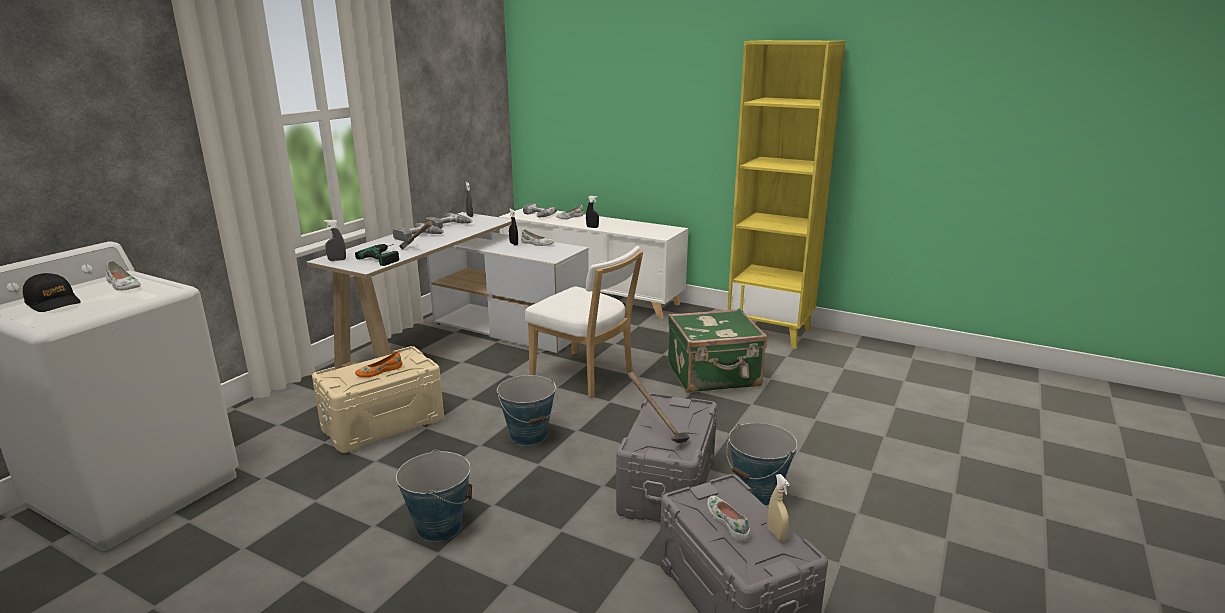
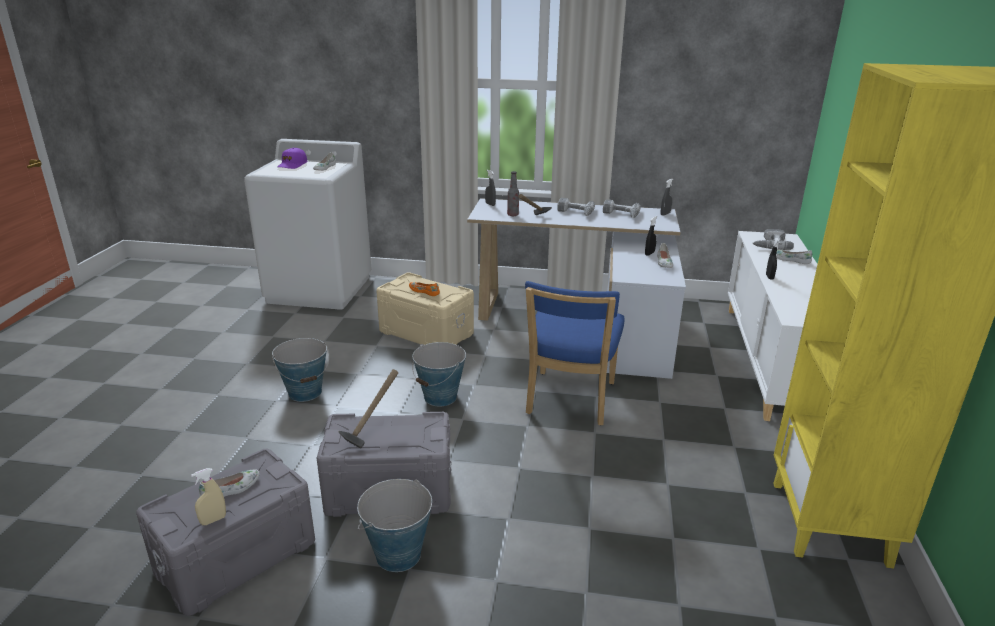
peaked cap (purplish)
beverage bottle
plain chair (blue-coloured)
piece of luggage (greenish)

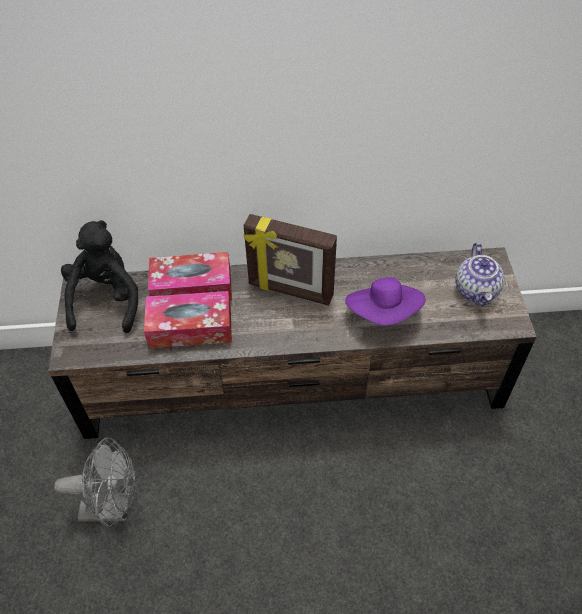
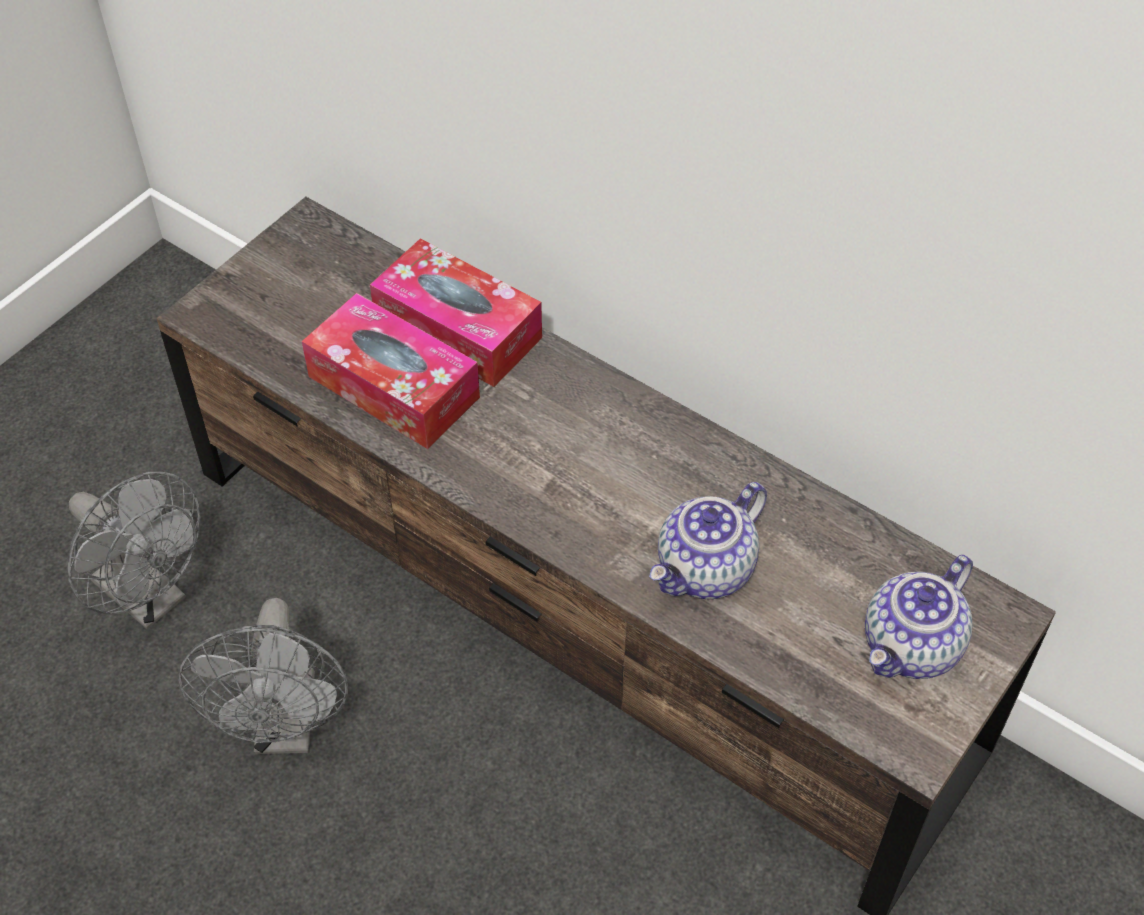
cooling fan (gray) (2nd from left)
teapot (1st from left)
cuddly toy (black-coloured)
photo frame

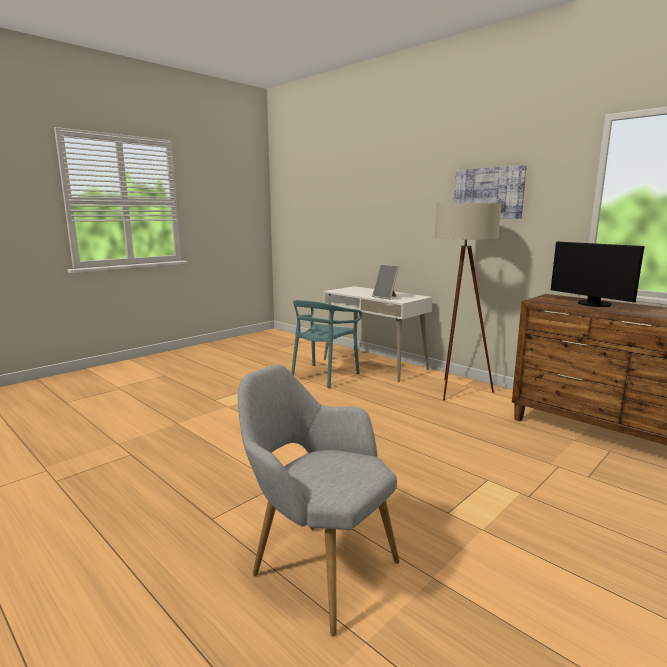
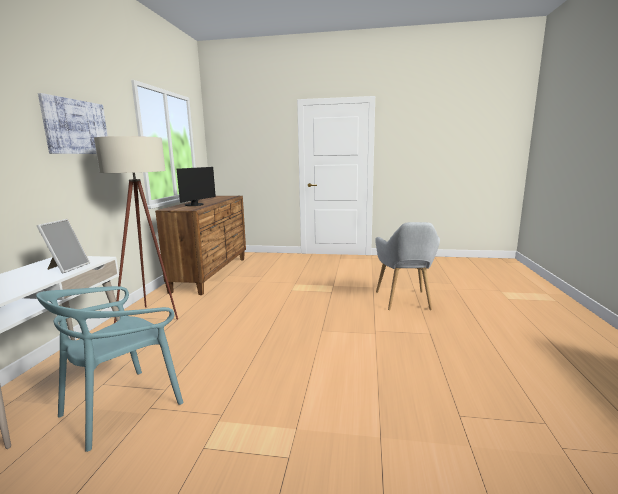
plain chair (blue-green)

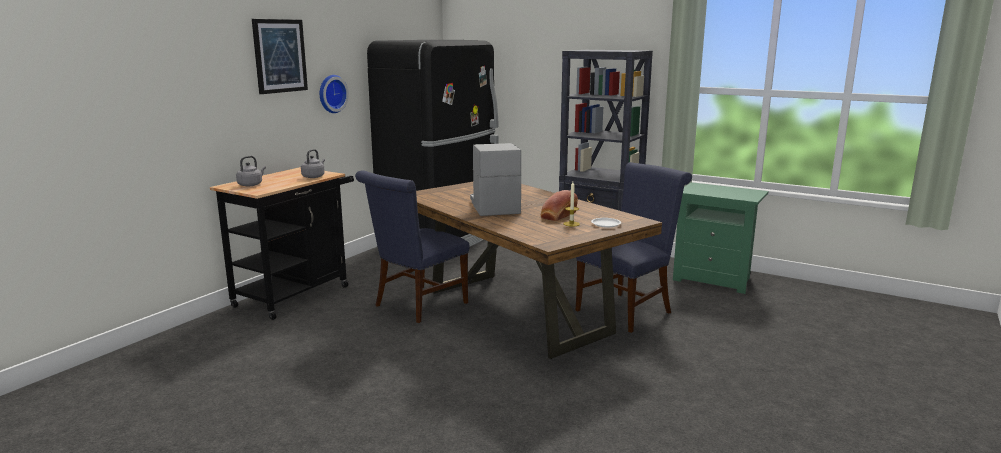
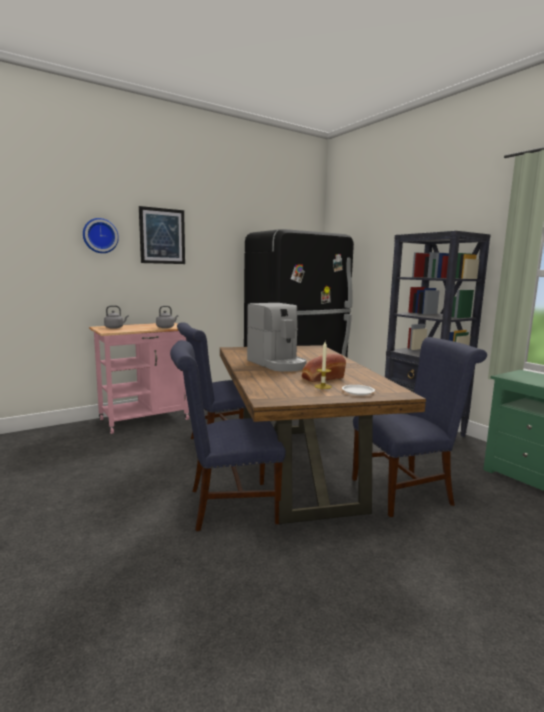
hanging clock
wheeled cart (pinkish)
plain chair (blue-coloured) (2nd from left)
coffee brewer

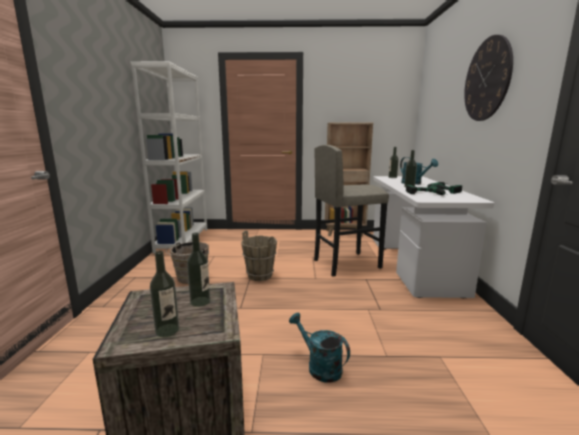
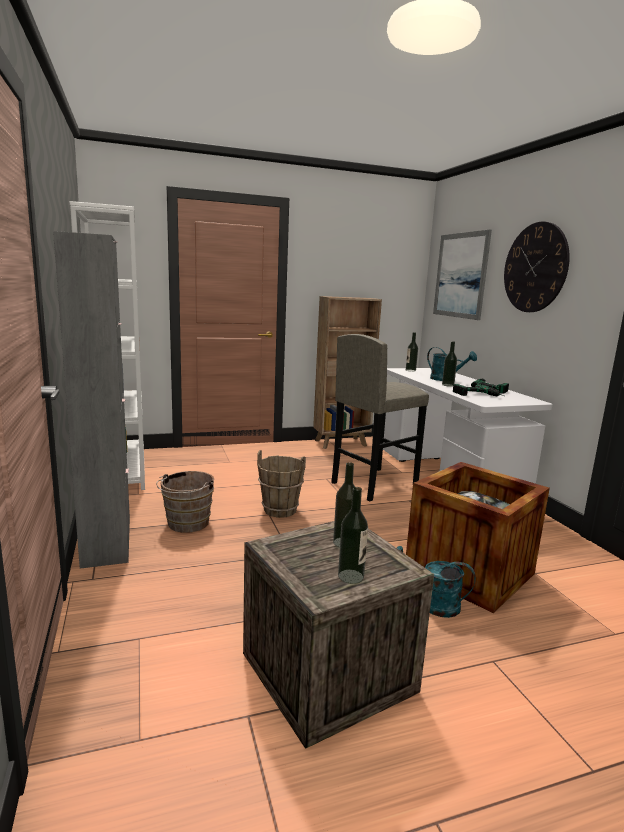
storage cabinet (gray)
crate (2nd from left)
picture

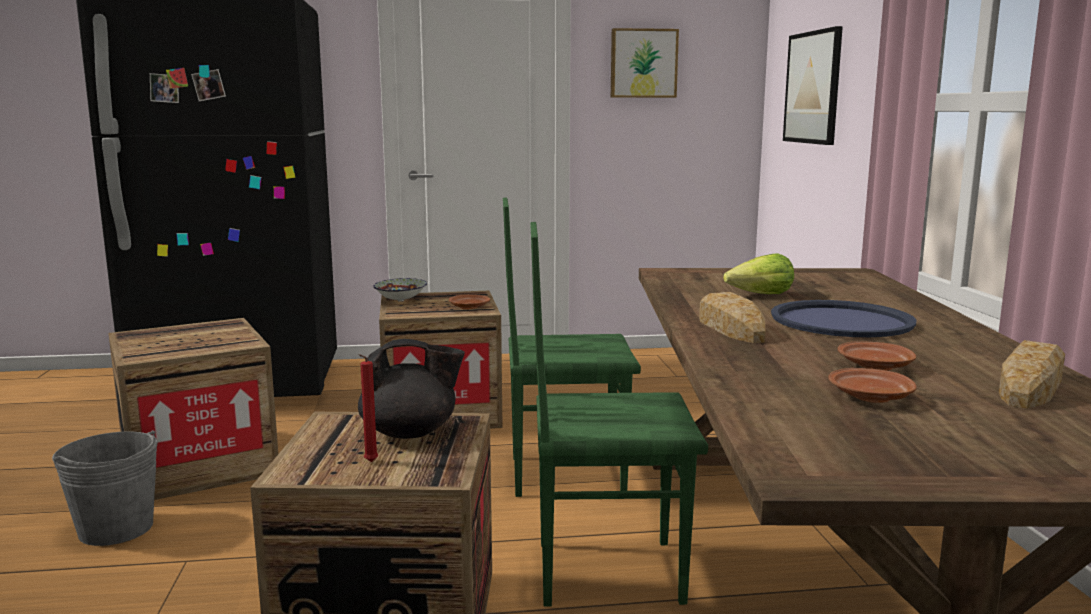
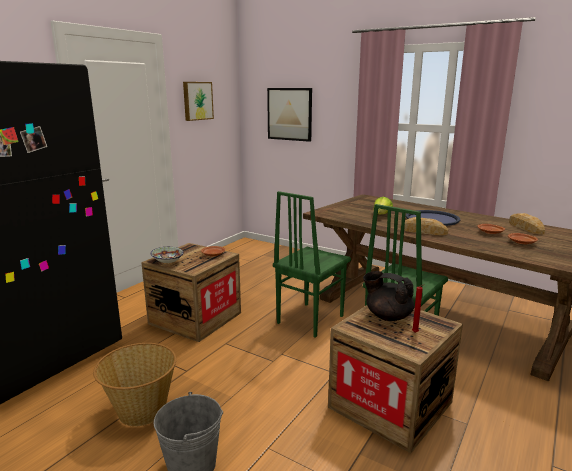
basket
teapot (black-coloured)

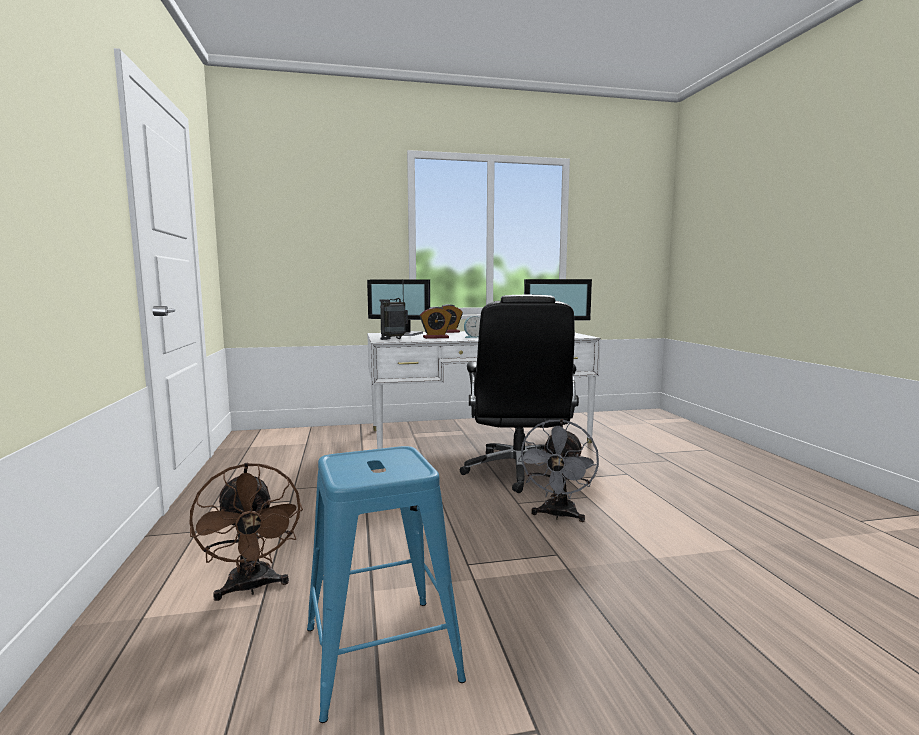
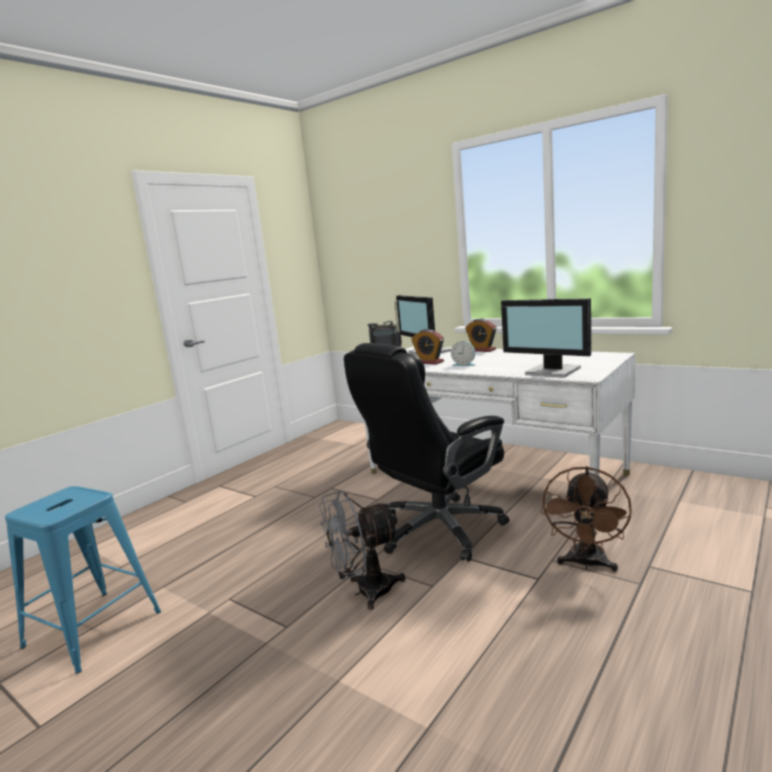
cooling fan (brown)

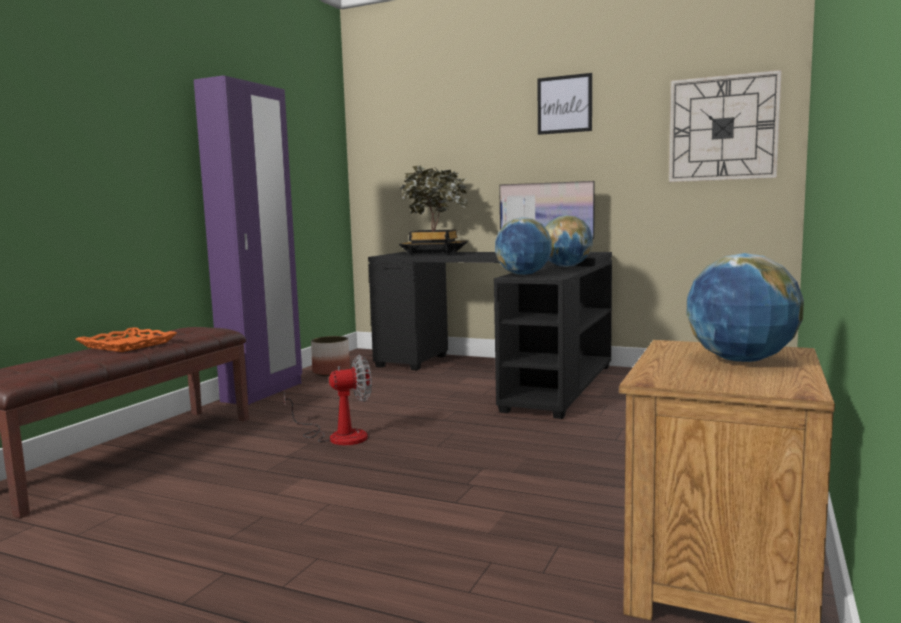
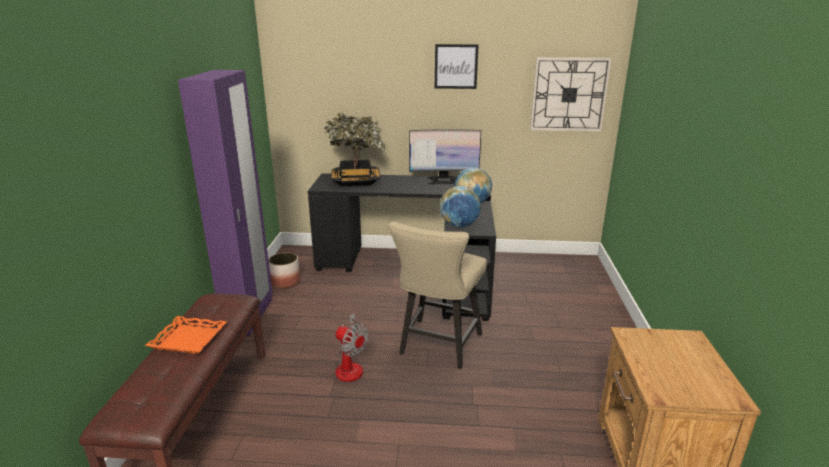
cooling fan
plain chair (sand-coloured)
globe (3rd from left in the first image)

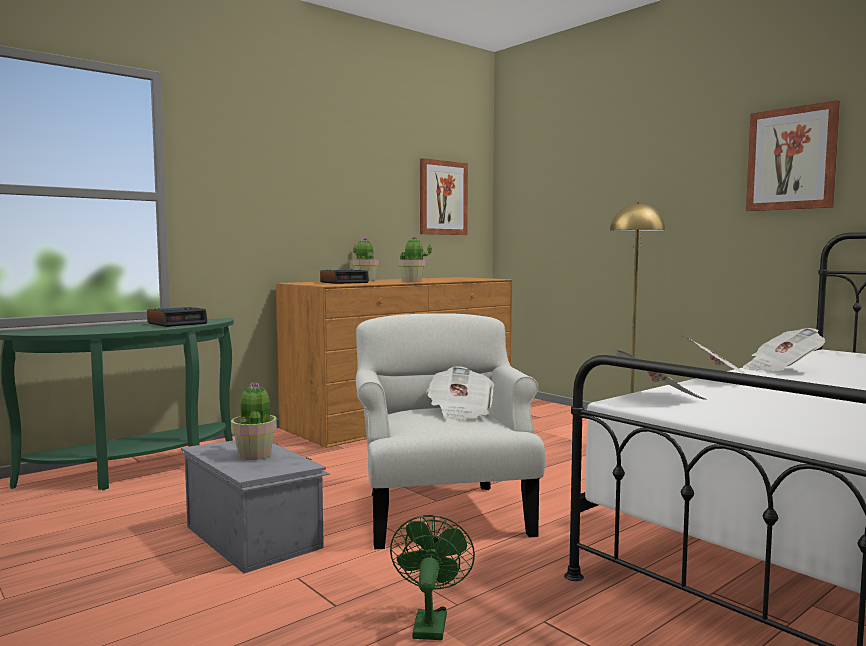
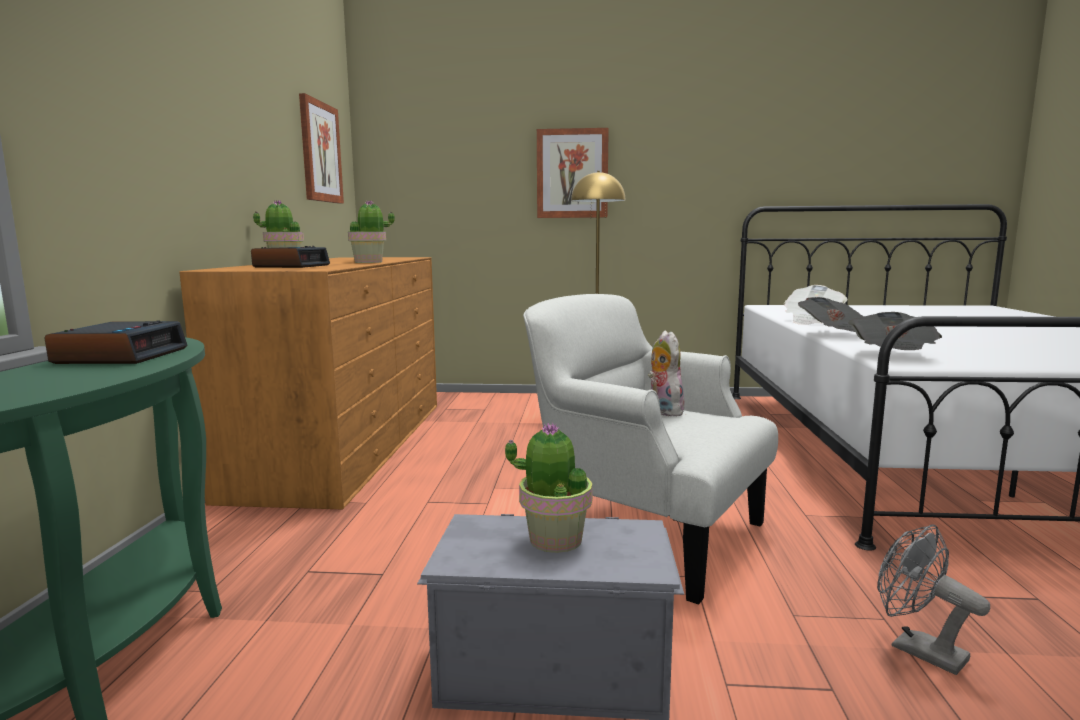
picture (2nd from left)
cuddly toy
cooling fan (gray)

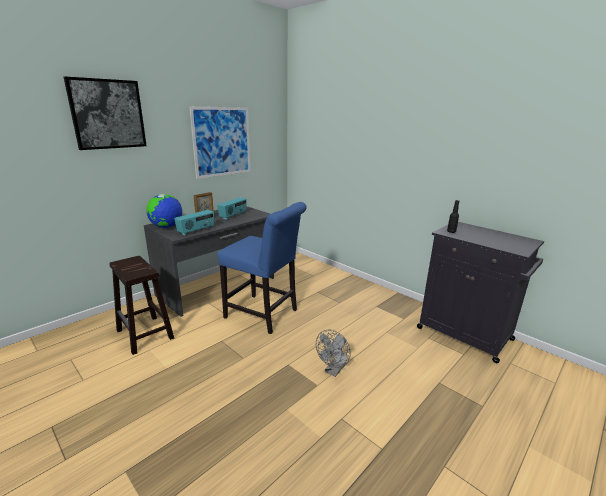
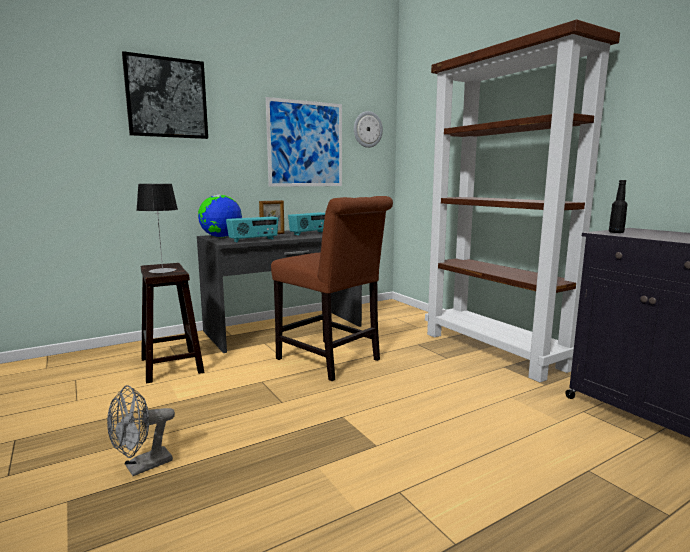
cooling fan (gray)
table lamp
plain chair (brown)
hanging clock
bookcase (brown)

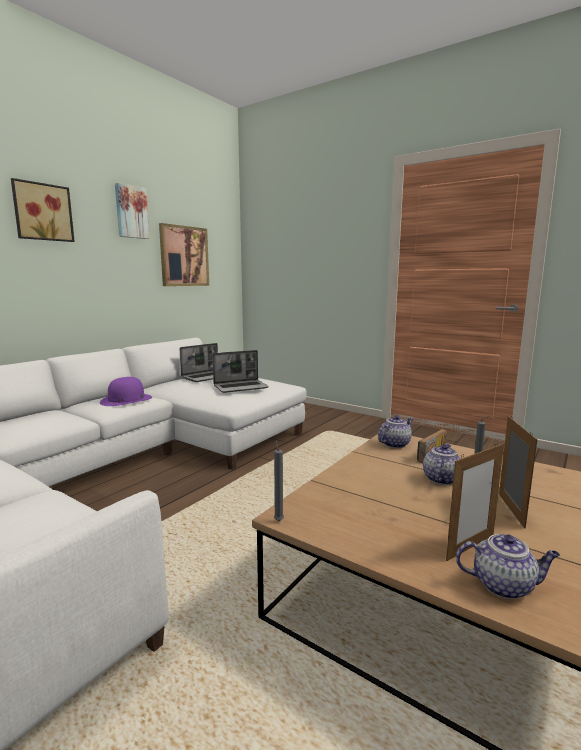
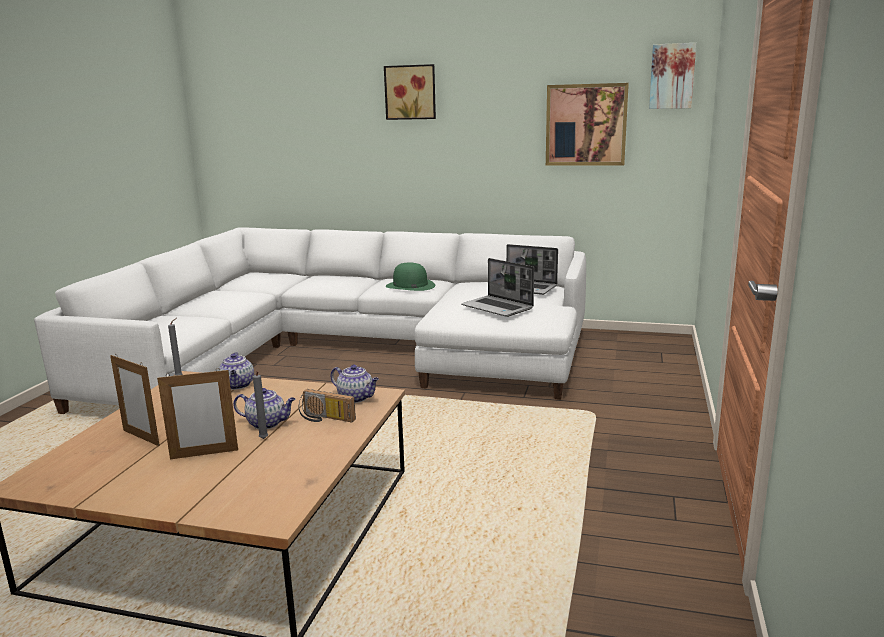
teapot (1st from left)
clothing hat (greenish)
picture (3rd from left)

